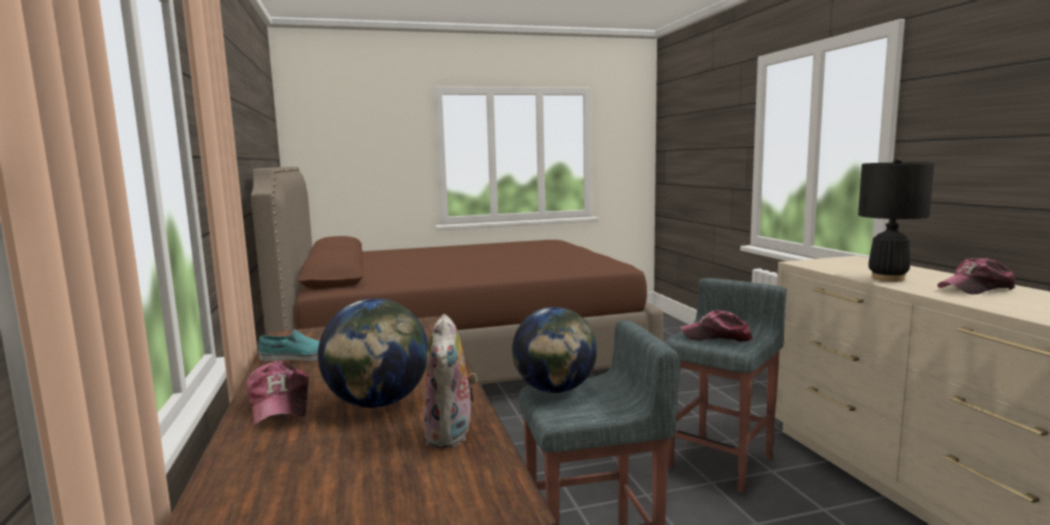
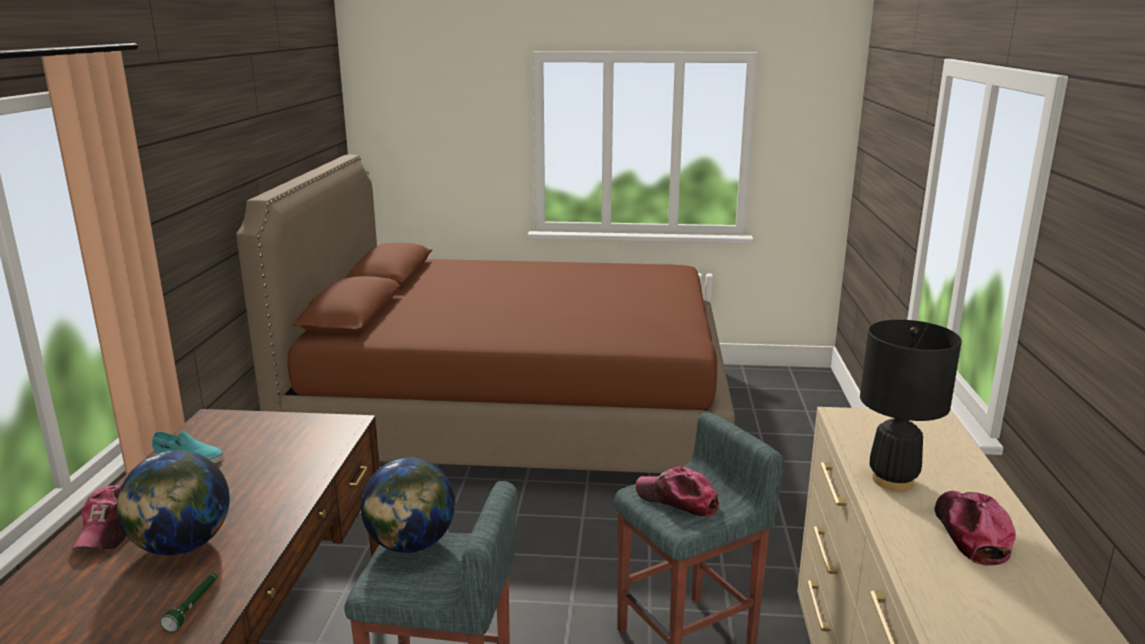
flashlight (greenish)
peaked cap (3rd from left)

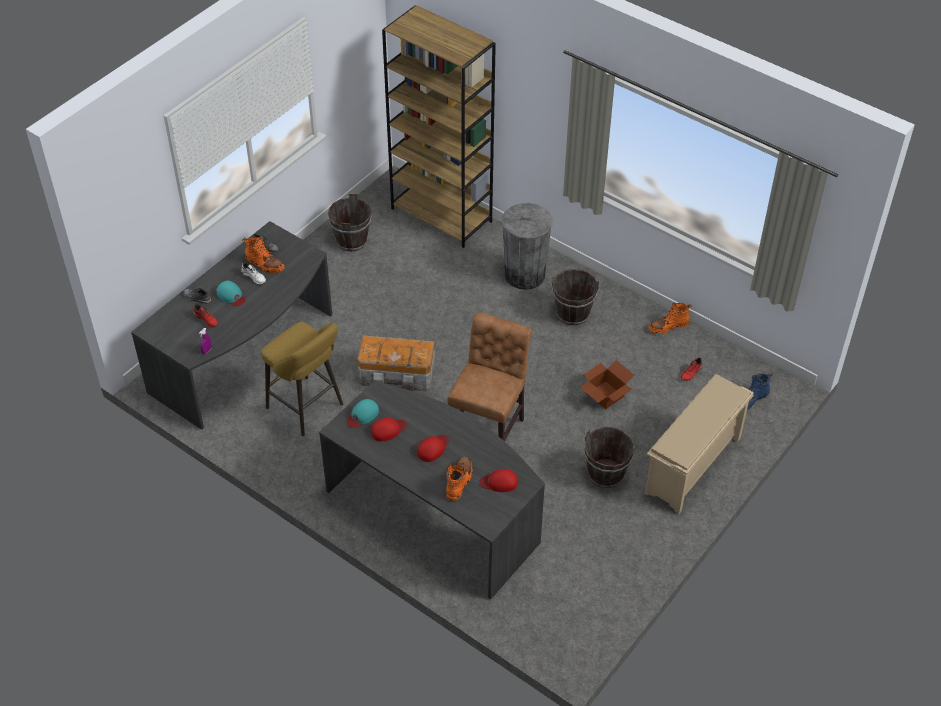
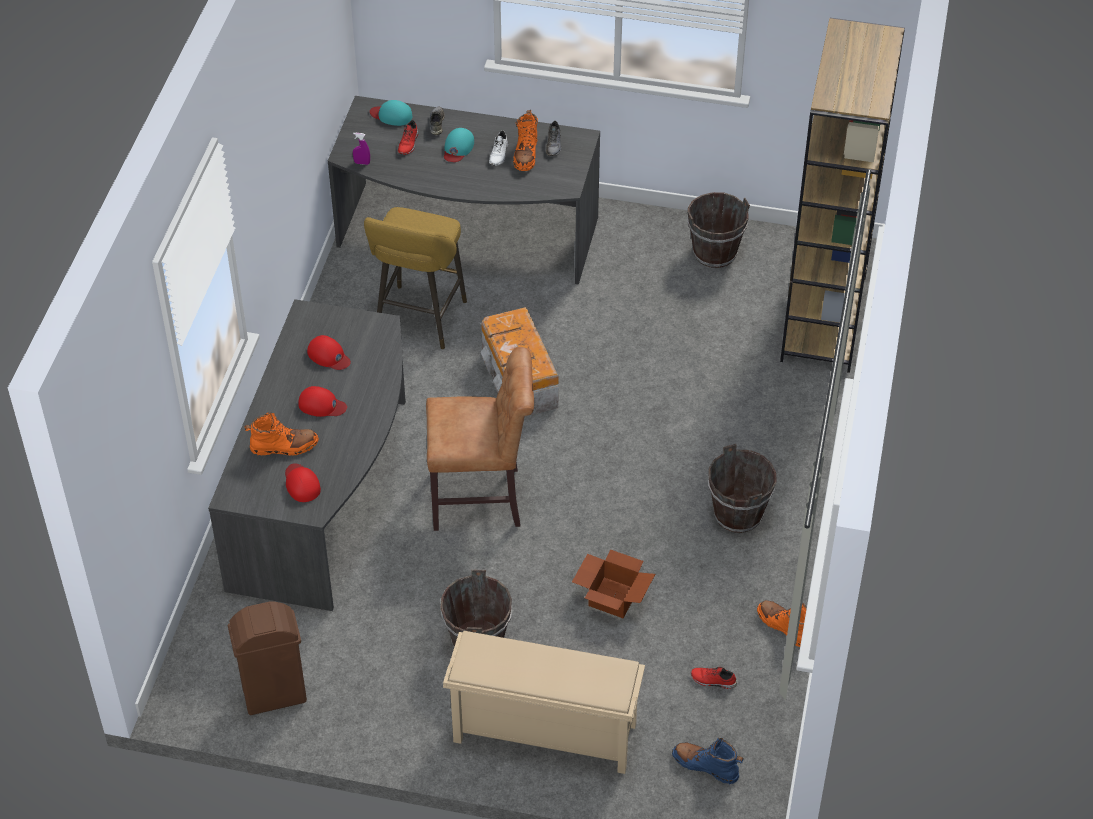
rubbish bin (brown)
peaked cap (blue-green) (1st from left)
rubbish bin (gray)

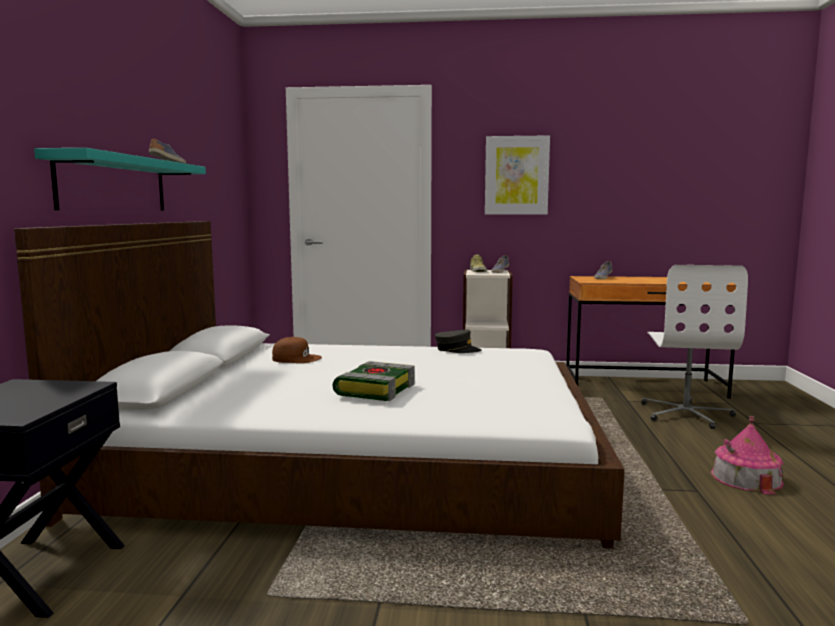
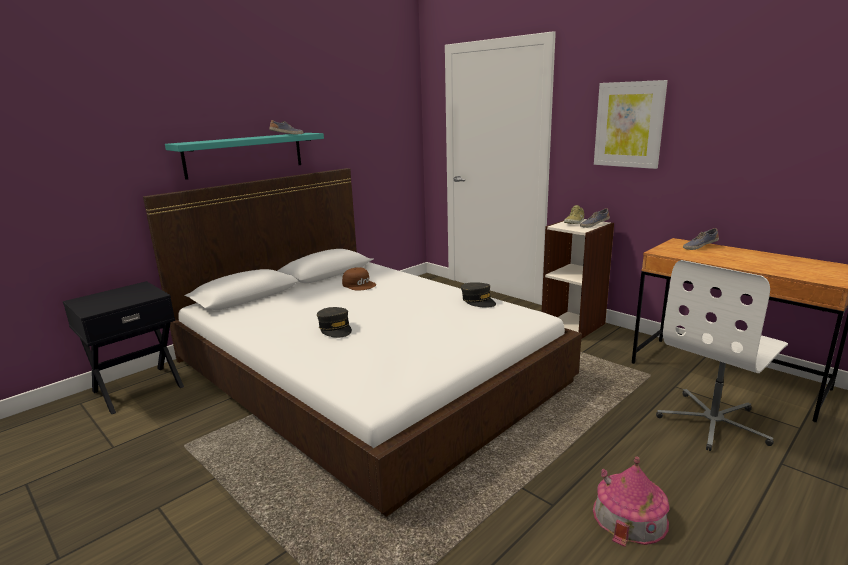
peaked cap (gray) (1st from left)

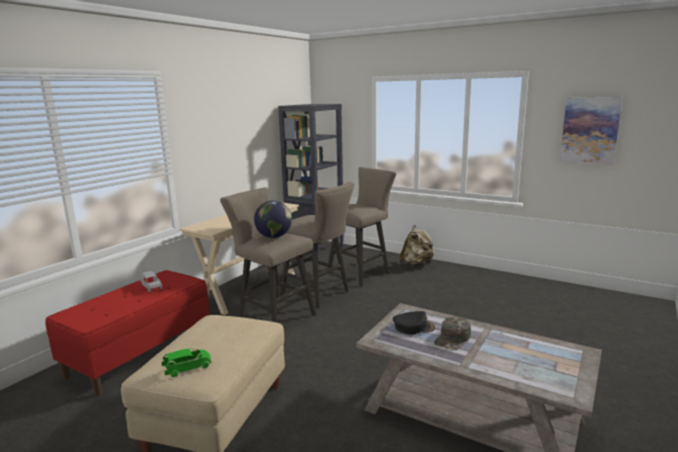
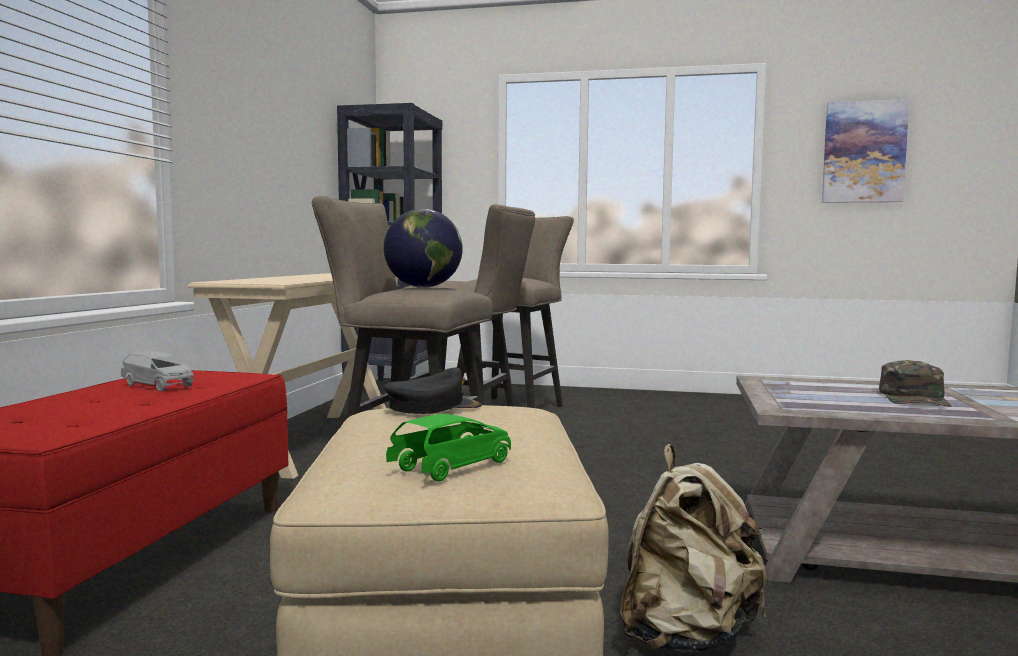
peaked cap (black-coloured)
rucksack (sand-coloured)

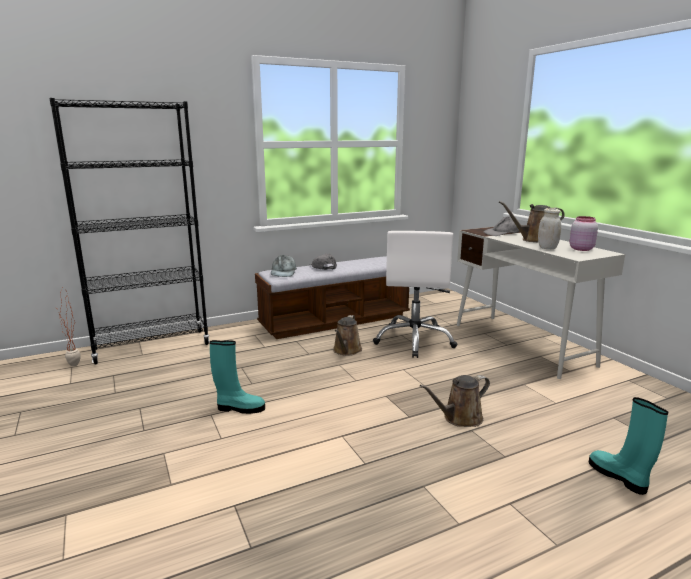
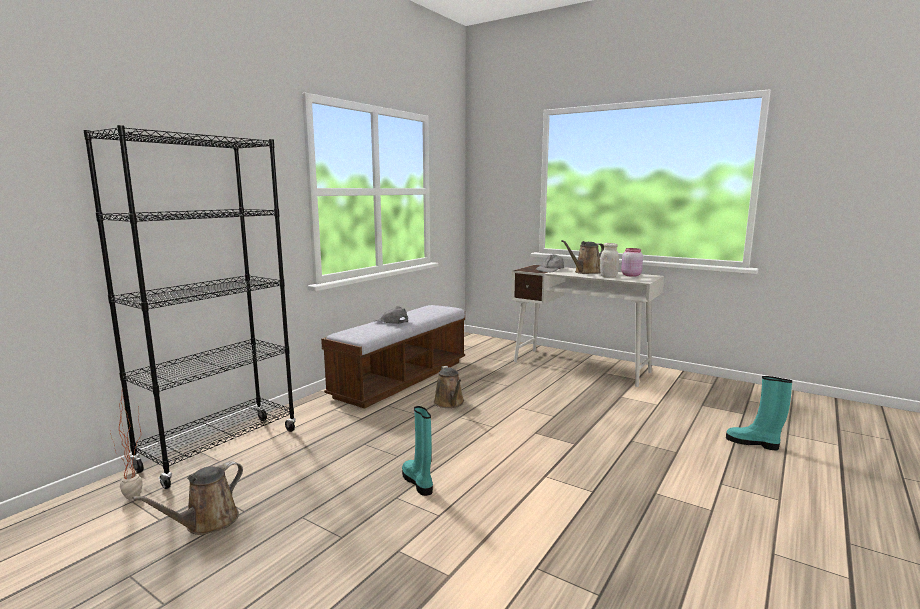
watering can (brown) (1st from left)
tall boot (blue-green) (1st from left)
peaked cap (gray) (1st from left in the first image)
computer chair (whitish)

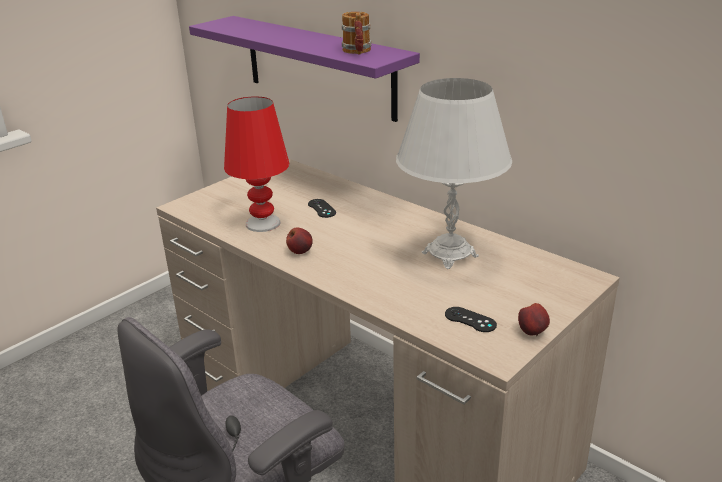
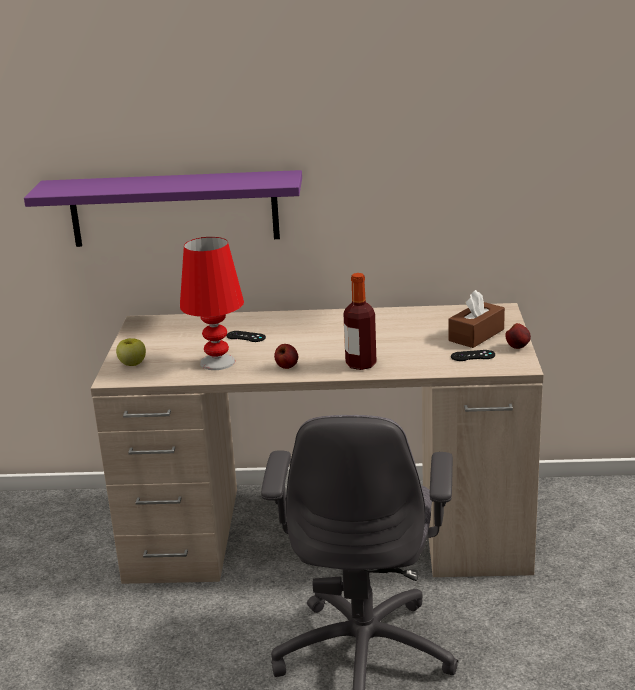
apple (1st from left)
beverage bottle
box of tissues (brown)
mug
table lamp (whitish)

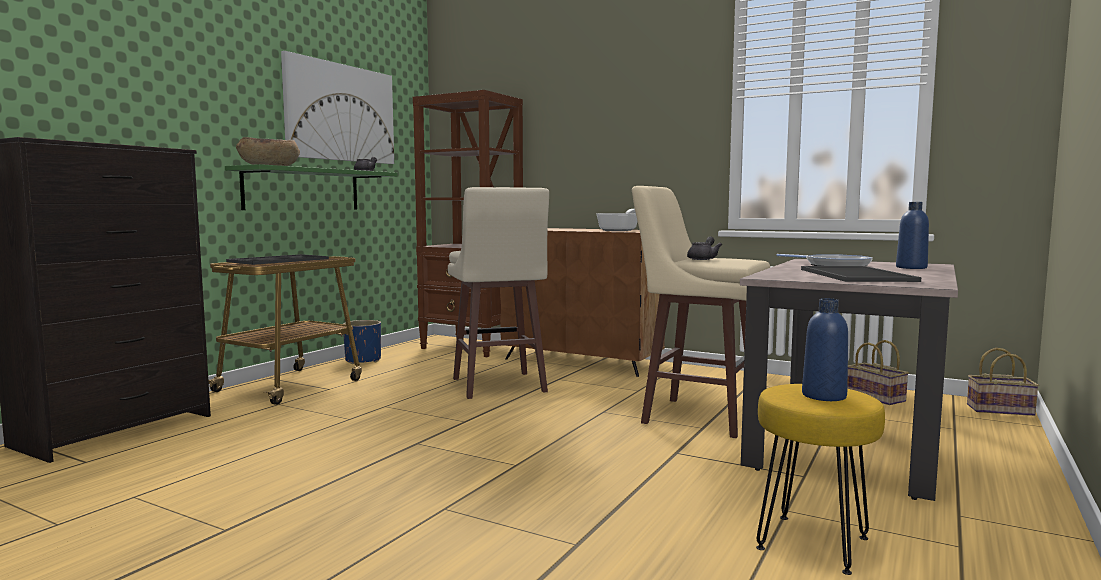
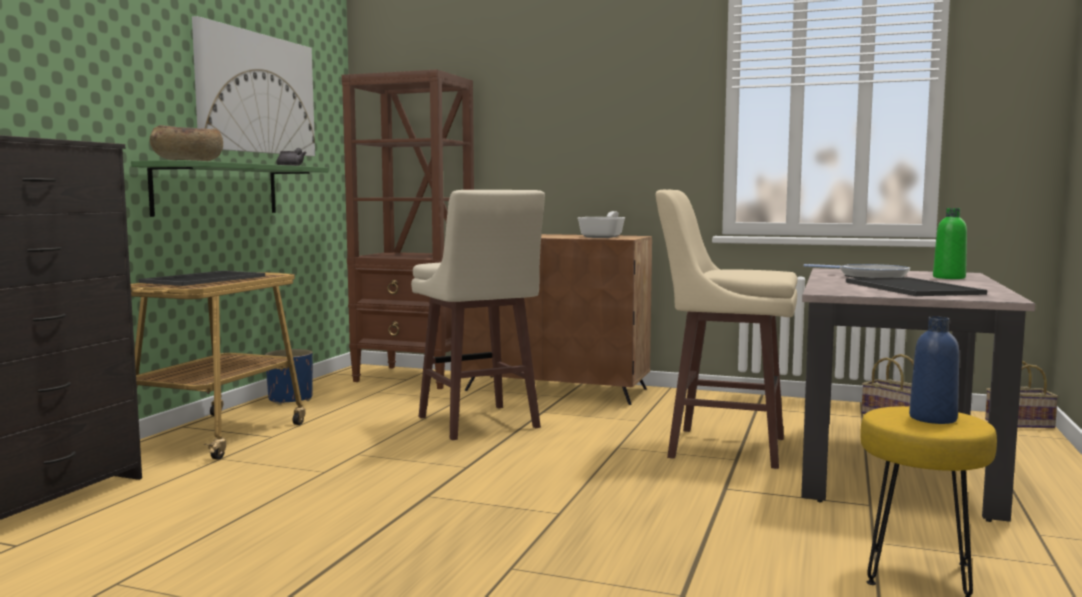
beverage bottle (greenish)
teapot (gray) (2nd from left in the first image)

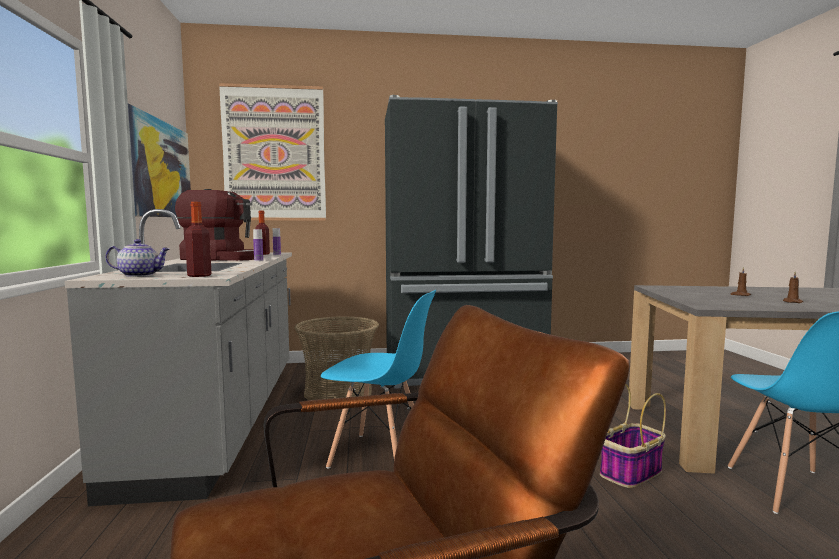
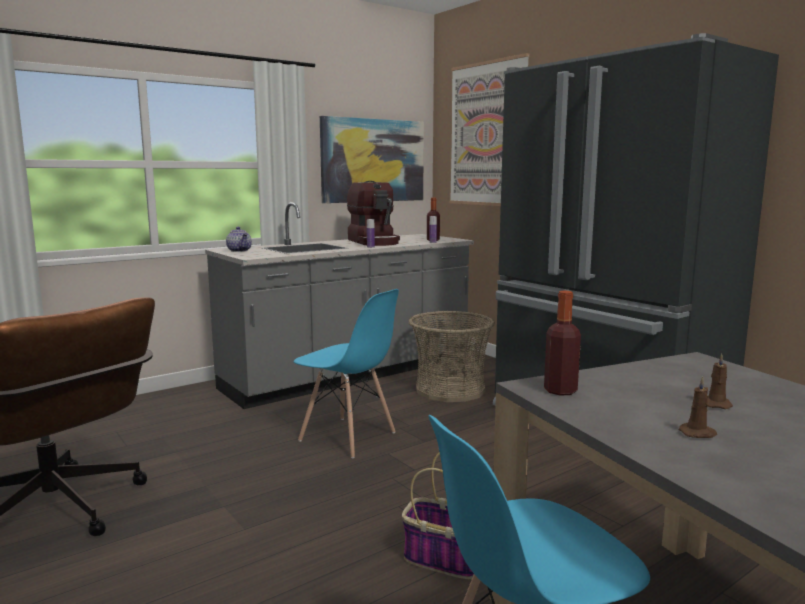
plain chair (blue-coloured) (1st from left)
beverage bottle (4th from left)

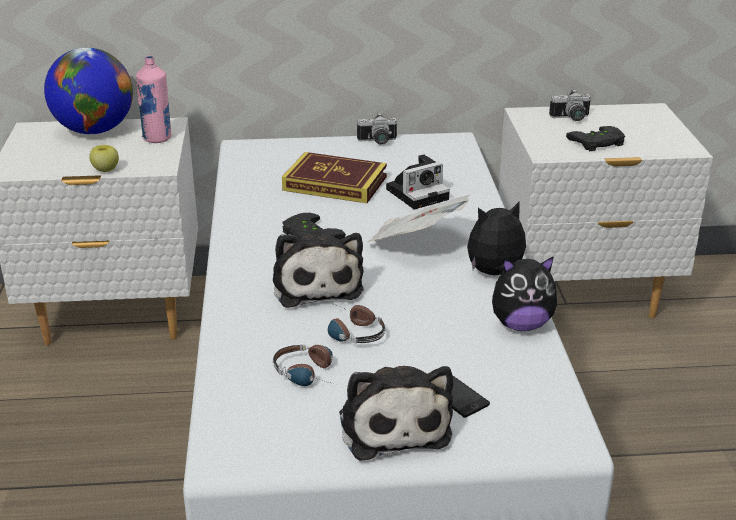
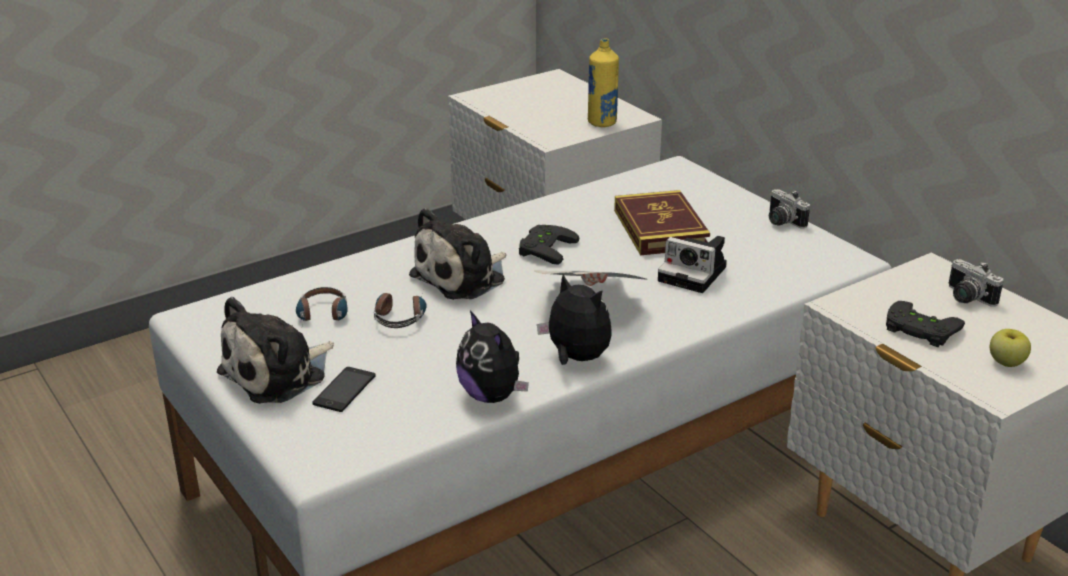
beverage bottle (yellow)
apple
globe

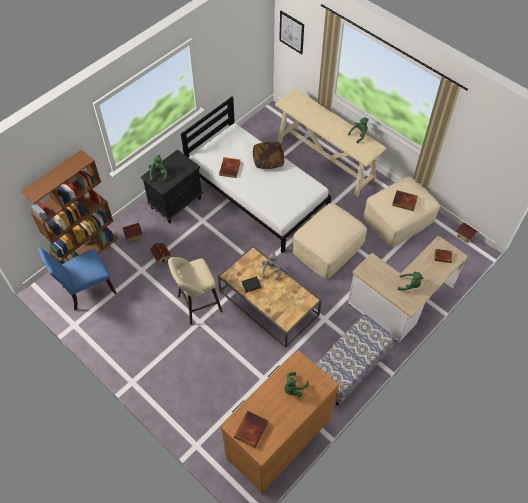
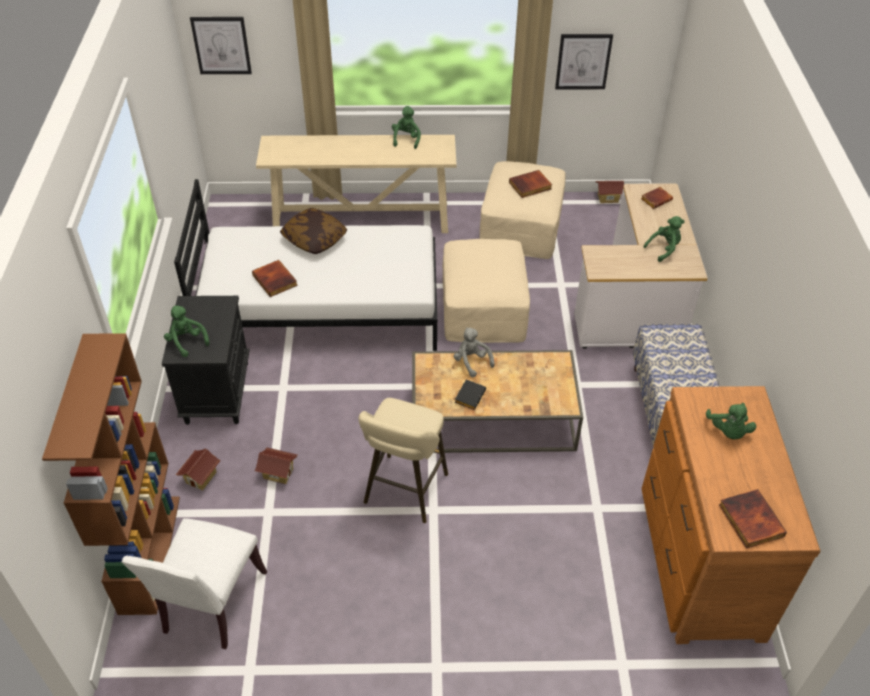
plain chair (whitish)
picture (2nd from left)

